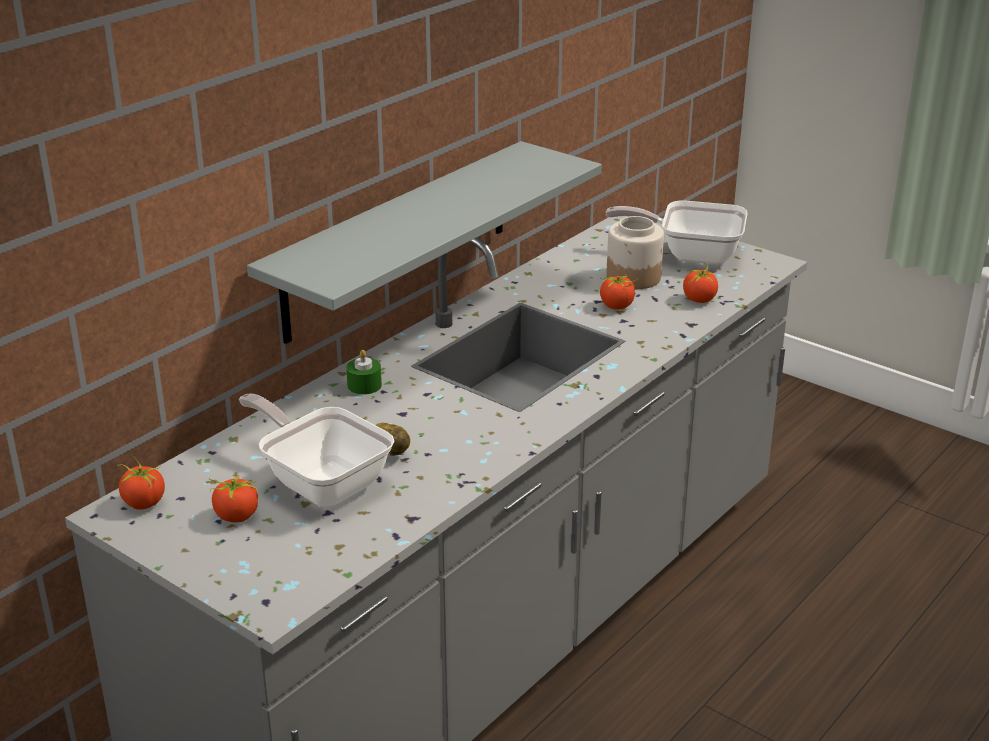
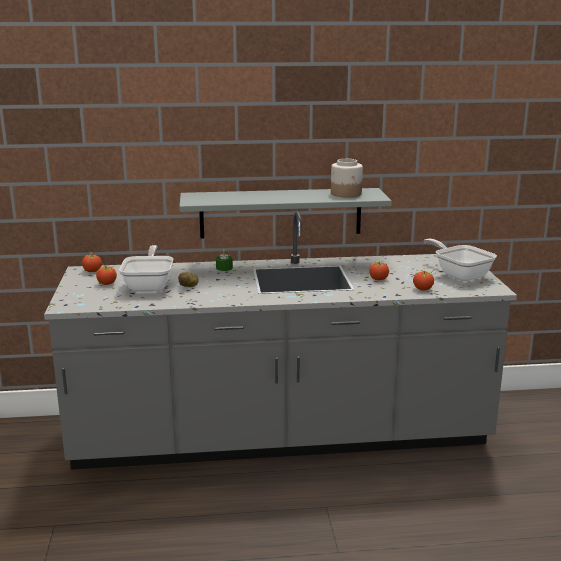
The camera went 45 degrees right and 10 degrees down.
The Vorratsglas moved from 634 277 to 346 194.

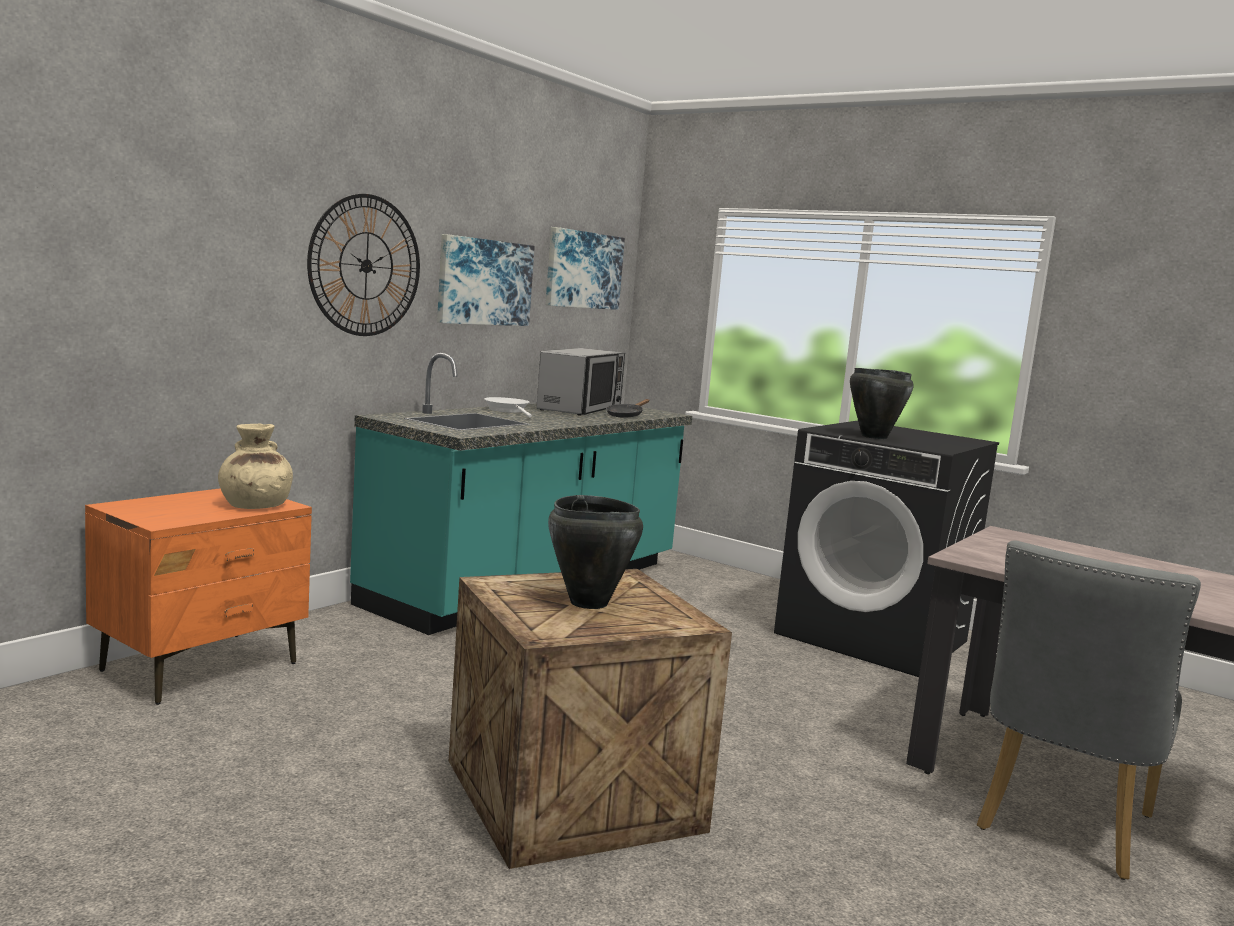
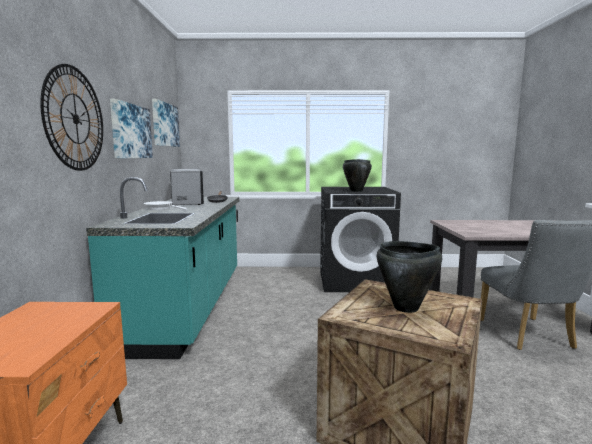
The camera went 35 degrees left and 0 degrees up.
The Vase (beige) at 255 506 disappeared.

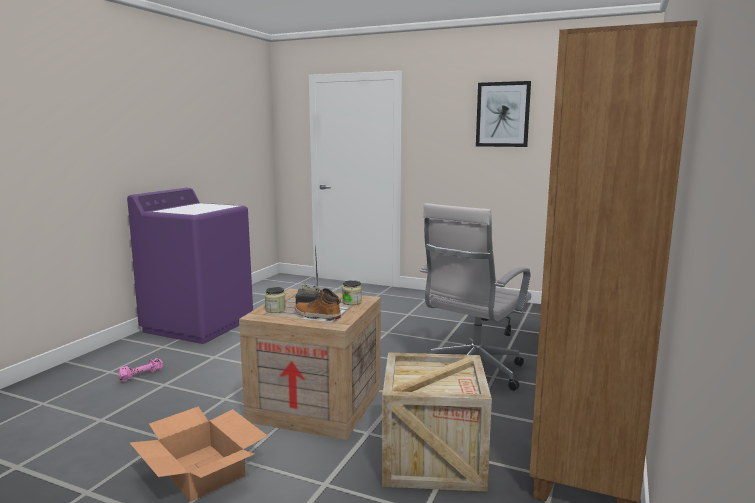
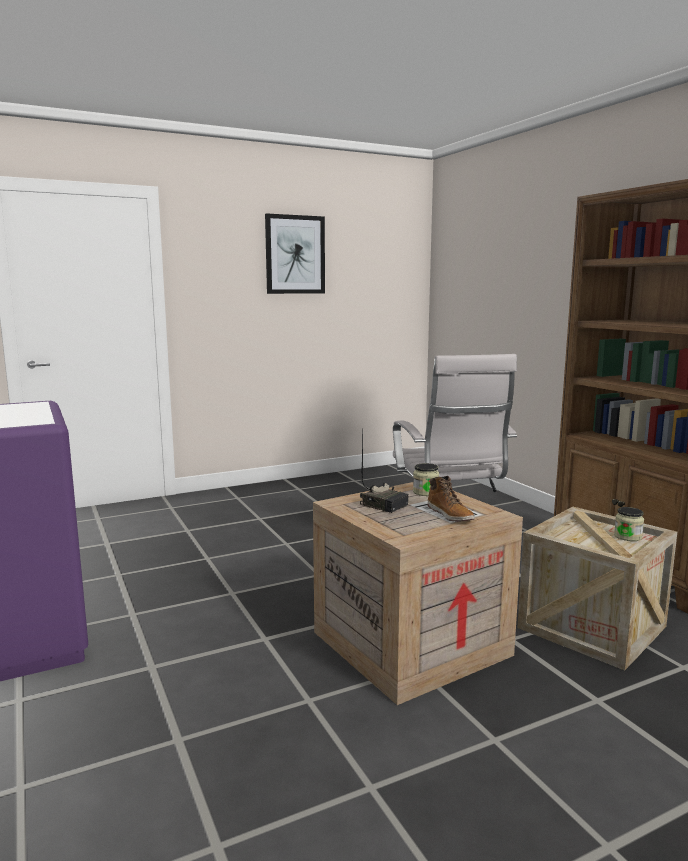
The camera went 50 degrees left and 0 degrees up.
The Stiefel at 317 315 turned 90 degrees counterclockwise.
The Vorratsglas moved from 275 310 to 627 536.
The Hantel (rosa) at 141 375 disappeared.
The Karton at 202 471 disappeared.

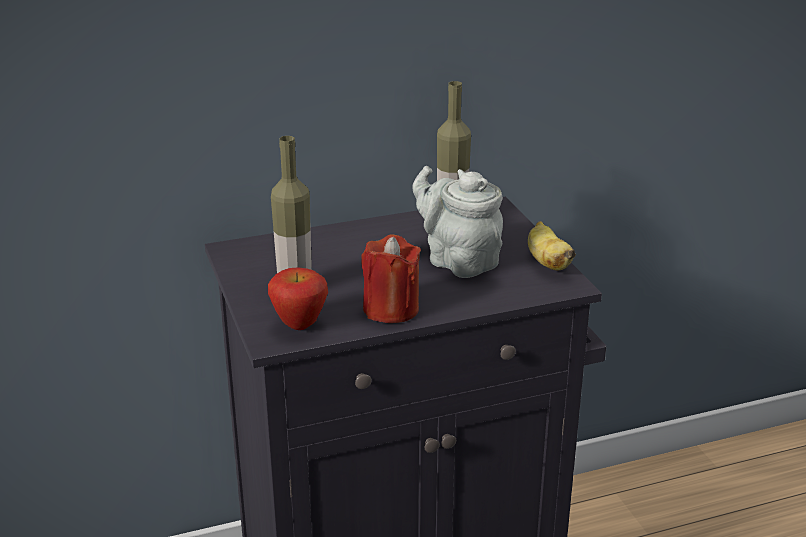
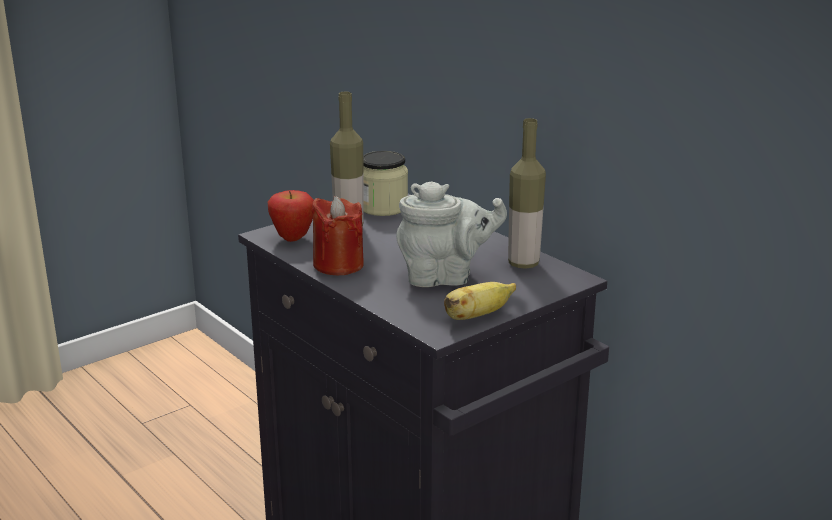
The camera went 70 degrees right and 5 degrees down.
The Vorratsglas at 383 207 appeared.
The Teekanne (grau) at 458 261 turned 60 degrees clockwise.

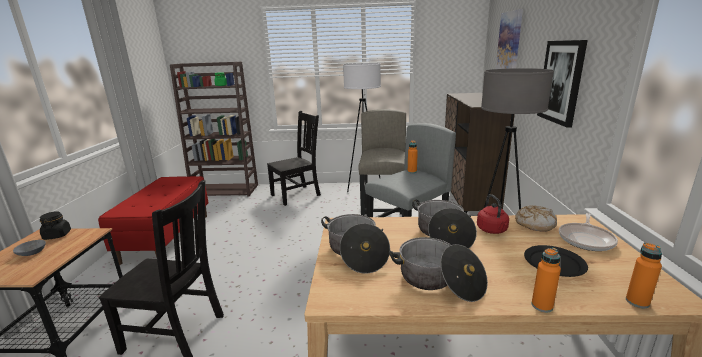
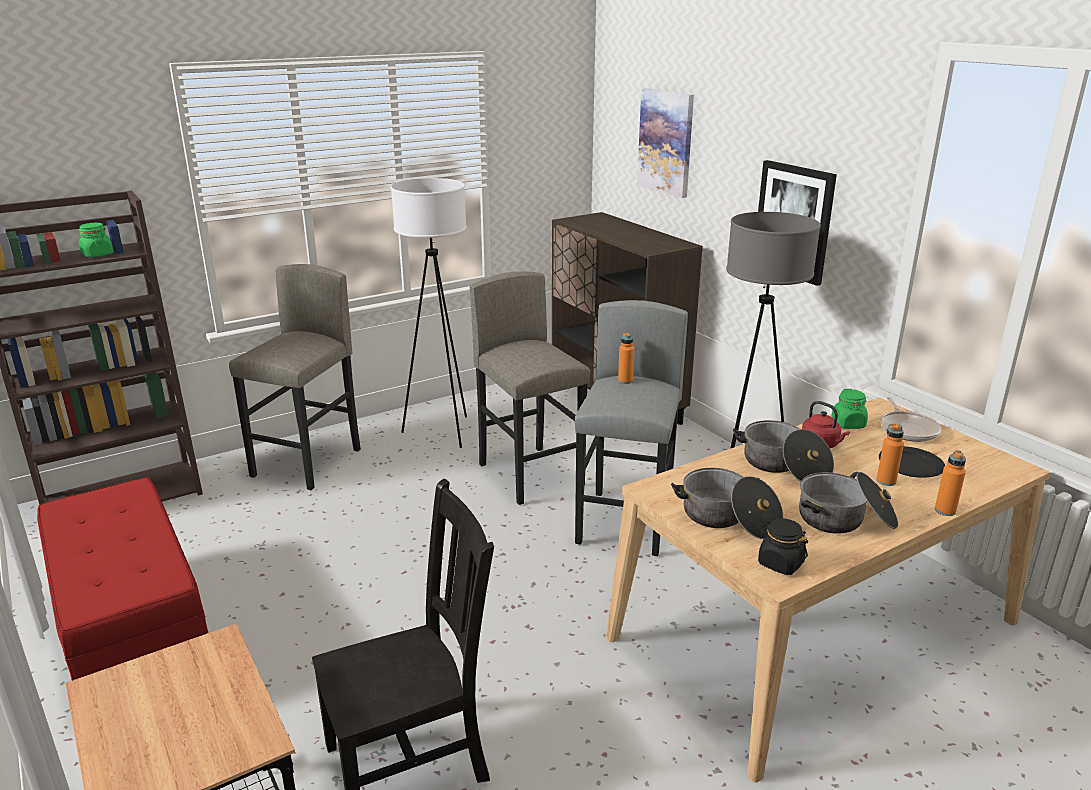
The camera went 35 degrees left and 5 degrees up.
The Stuhl (schwarz) at 297 194 was replaced by the Hocker (grau) at 308 463.
The Vorratsglas (schwarz) moved from 57 235 to 780 563.
The Brot at 534 224 was replaced by the Vorratsglas (grün) at 848 424.
The Flasche (orange) moved from 637 302 to 886 481.
The Schüssel (grau) at 31 253 disappeared.

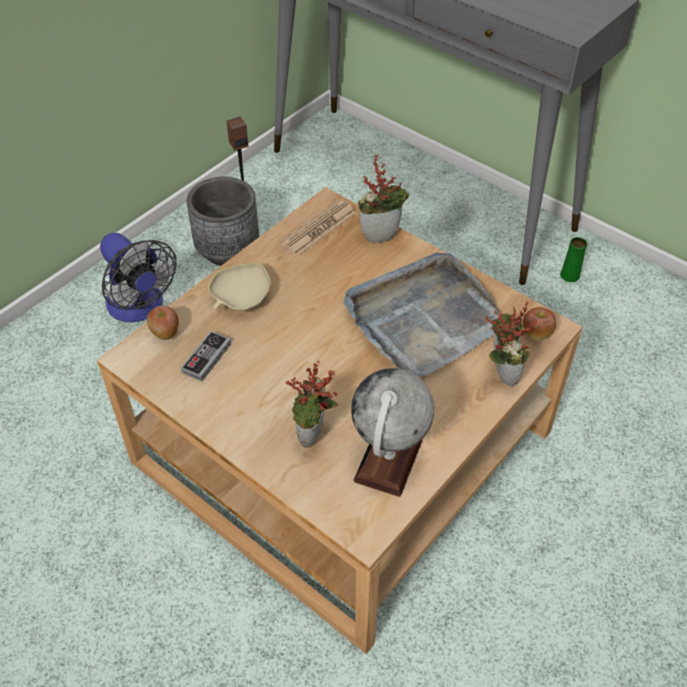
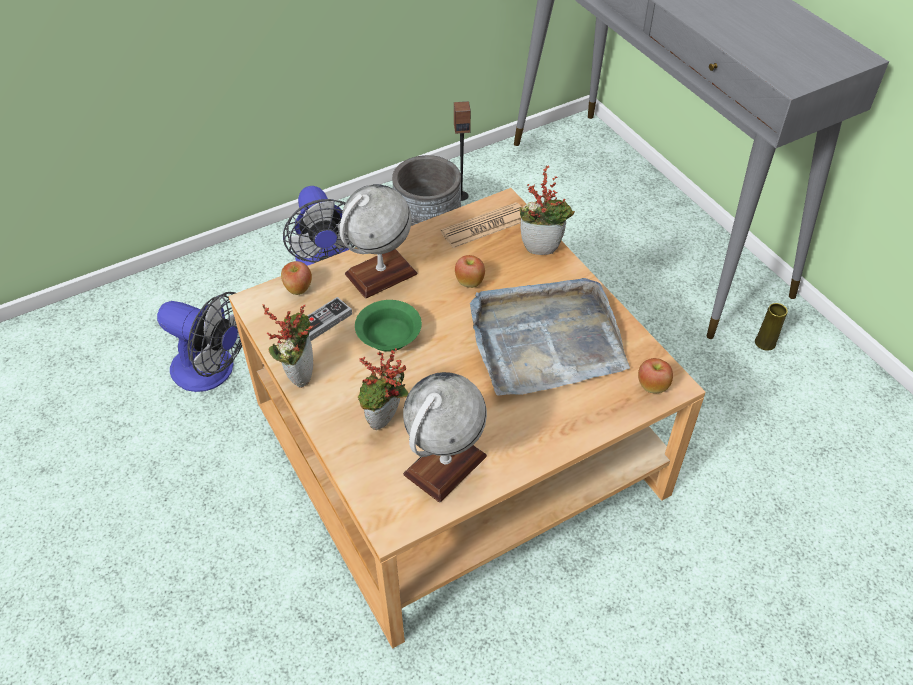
The camera went 20 degrees right and 0 degrees up.
The Ventilator at 212 371 appeared.
The Topfpflanze moved from 500 374 to 298 373.
The Schüssel (beige) at 241 298 was replaced by the Globus at 381 274.
The Schüssel (grün) at 388 337 appeared.
The Apfel at 469 282 appeared.
The Vase (grün) at 569 275 became the Vase (gelb) at 765 342.

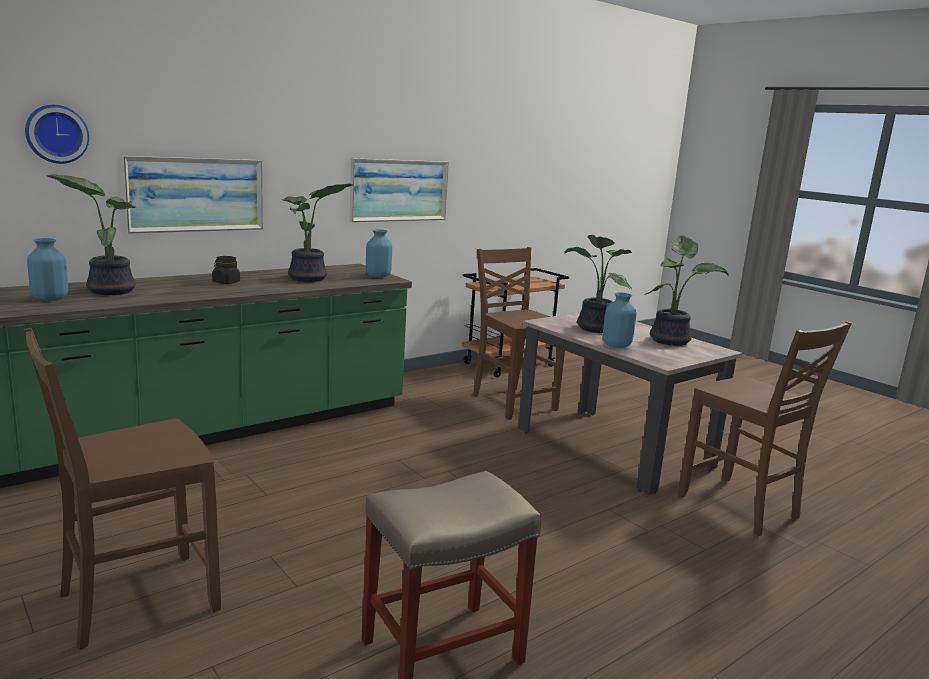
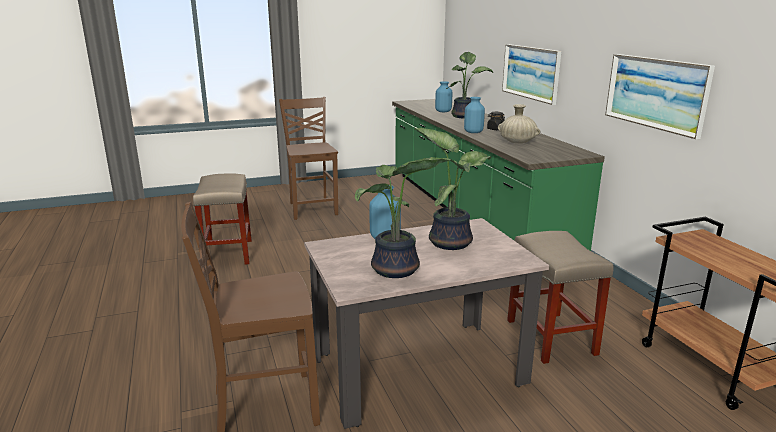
The camera went 110 degrees right and 5 degrees up.
The Vase (blau) moved from 378 276 to 473 132.
The Topfpflanze at 309 279 was replaced by the Vase (beige) at 517 142.
The Stuhl (braun) at 512 402 was replaced by the Hocker (beige) at 552 337.
The Wanduhr at 56 134 disappeared.

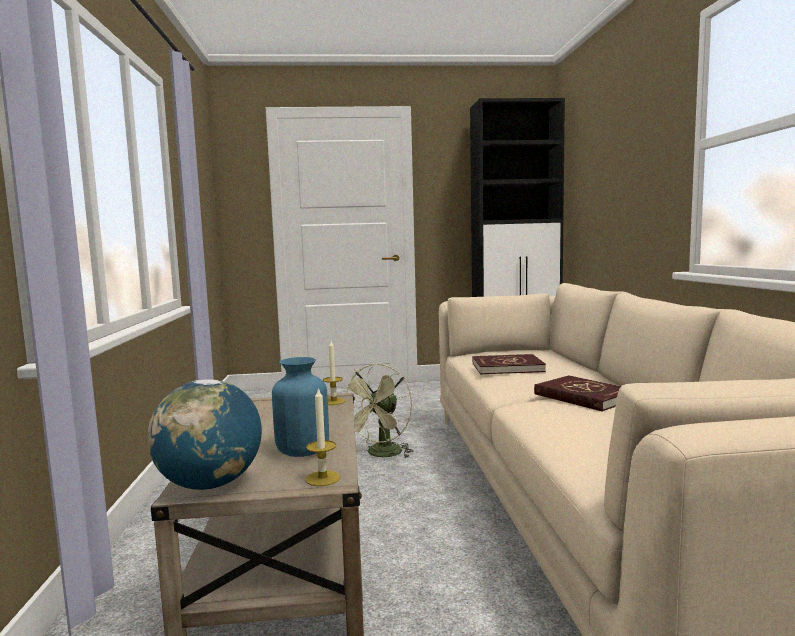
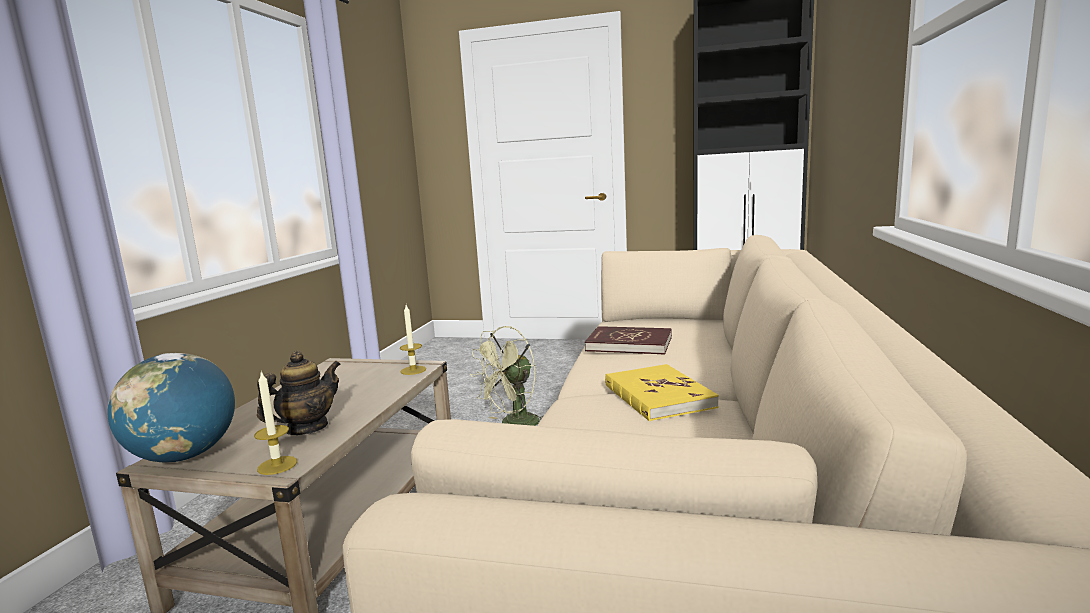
The camera went 20 degrees right and 5 degrees up.
The Vase (blau) at 302 450 was replaced by the Teekanne at 307 428.
The Buch (rot) at 583 397 became the Buch (gelb) at 657 396.

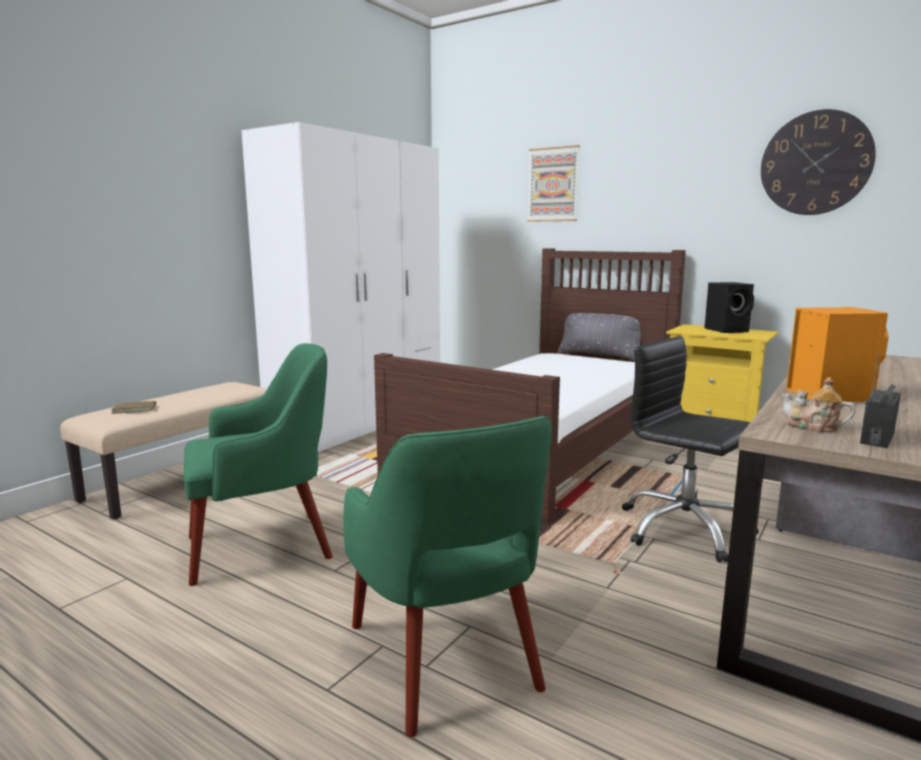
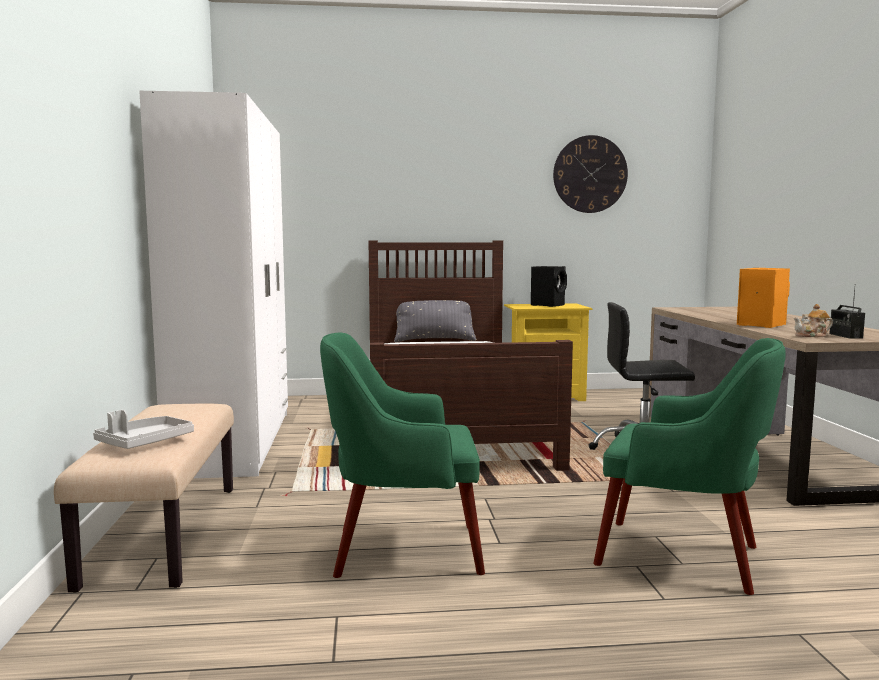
The camera went 40 degrees left and 5 degrees down.
The Buch (braun) at 135 409 was replaced by the Tablett (grau) at 144 443.
The Sessel (grün) at 264 546 turned 120 degrees counterclockwise.
The Bild at 553 184 disappeared.

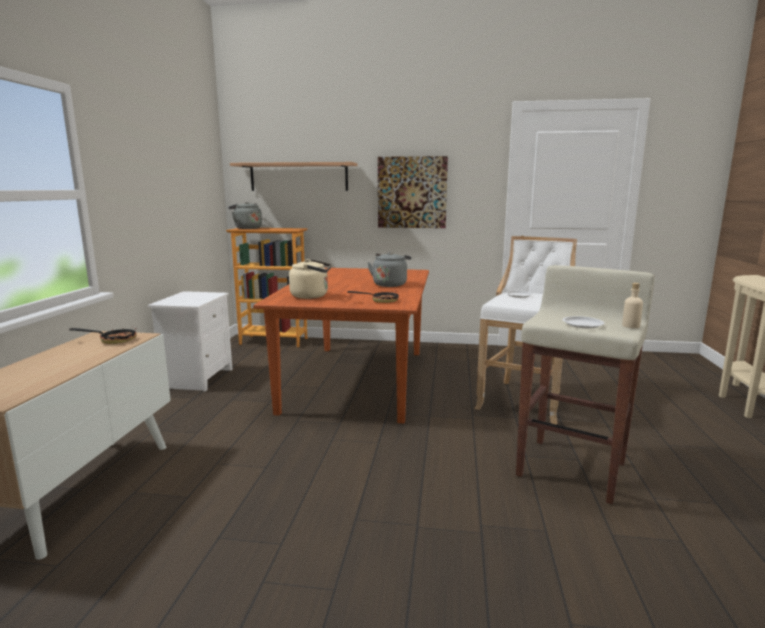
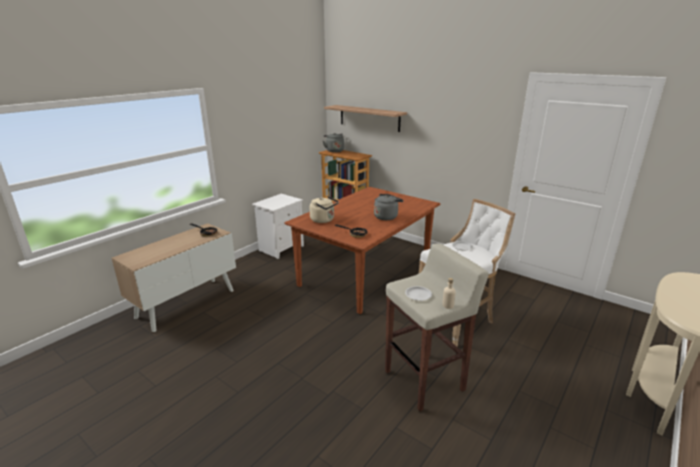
The camera went 30 degrees right and 10 degrees up.
The Bild at 412 192 disappeared.

